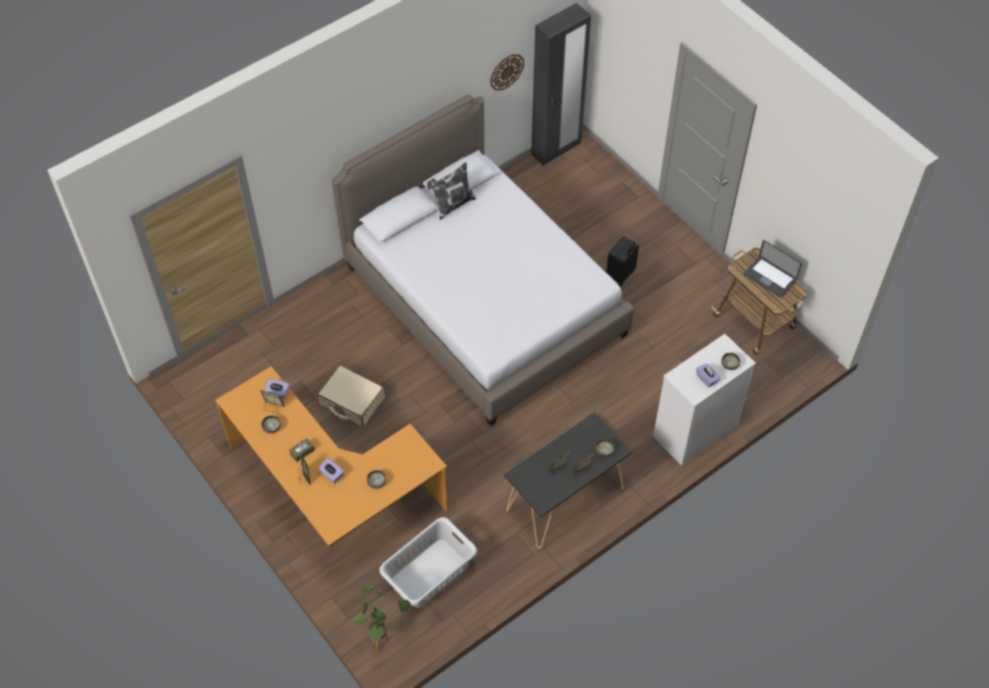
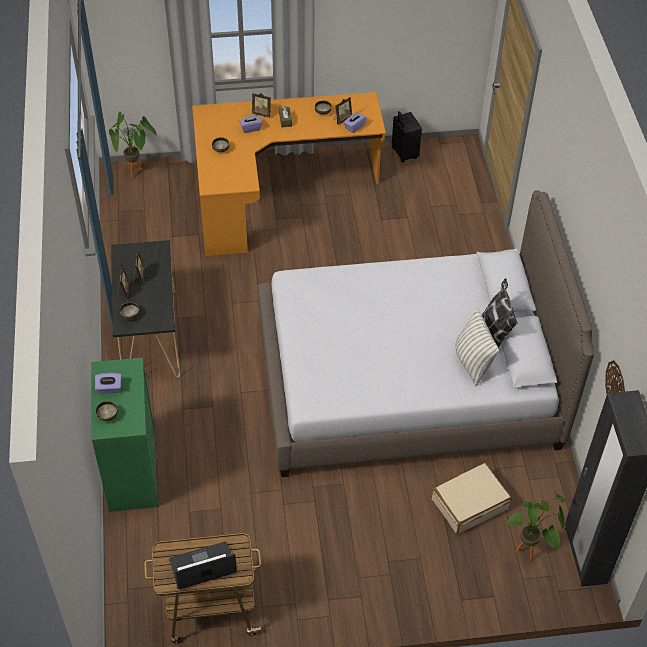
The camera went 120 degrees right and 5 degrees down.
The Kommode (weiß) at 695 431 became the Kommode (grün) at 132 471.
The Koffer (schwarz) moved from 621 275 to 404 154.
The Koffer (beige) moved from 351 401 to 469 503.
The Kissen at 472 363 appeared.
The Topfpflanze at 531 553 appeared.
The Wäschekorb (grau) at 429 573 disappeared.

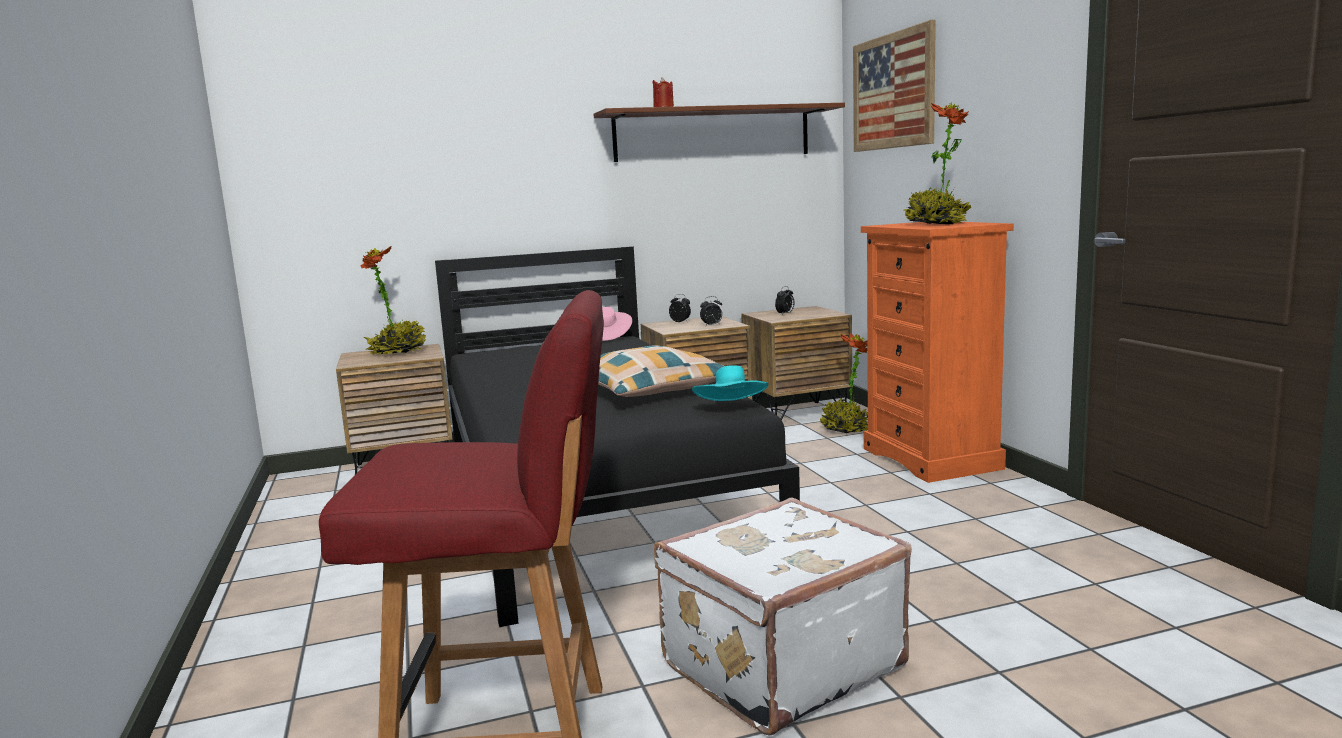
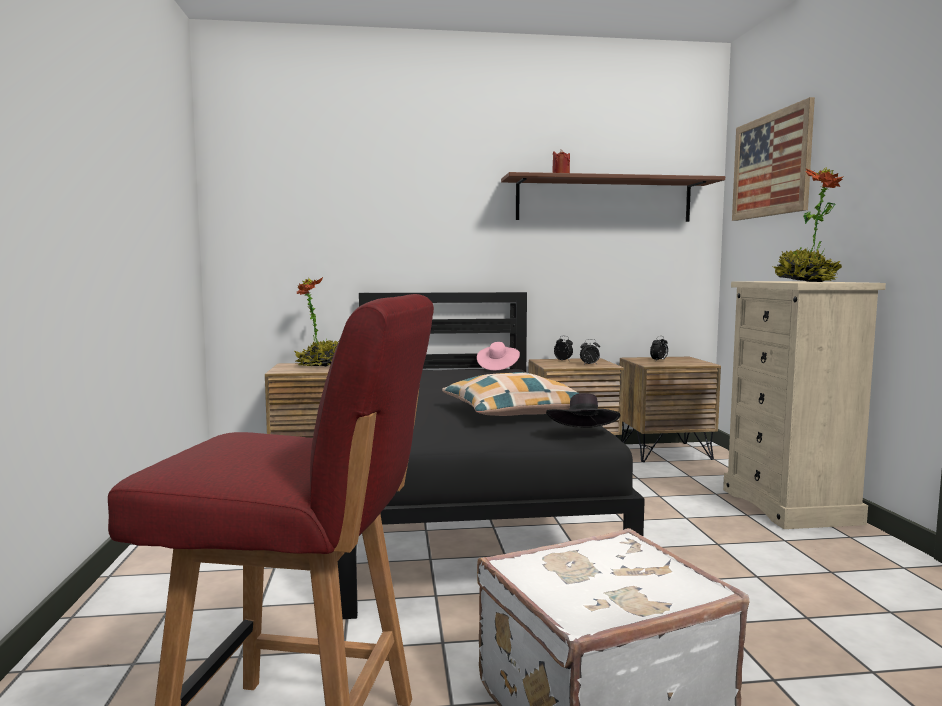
The camera went 10 degrees right and 5 degrees down.
The Hut (türkis) at 732 408 became the Hut (schwarz) at 583 435.
The Kommode (orange) at 931 459 became the Kommode (beige) at 790 506.
The Topfpflanze at 846 429 disappeared.

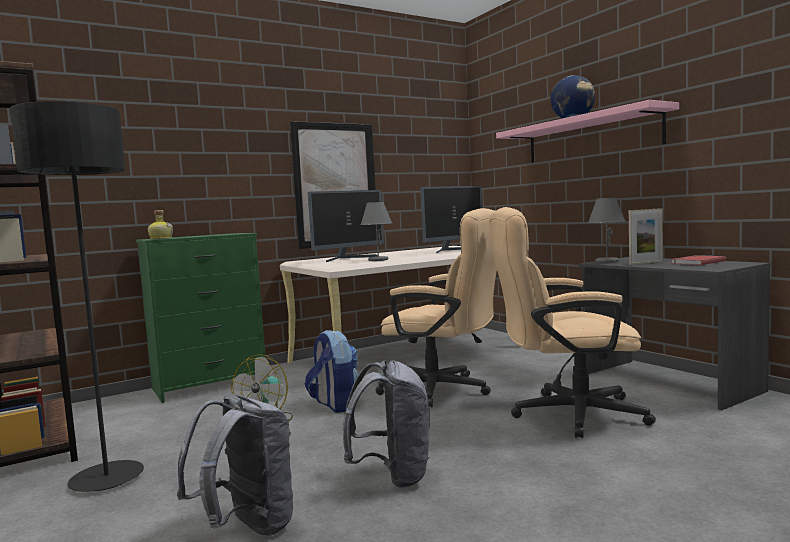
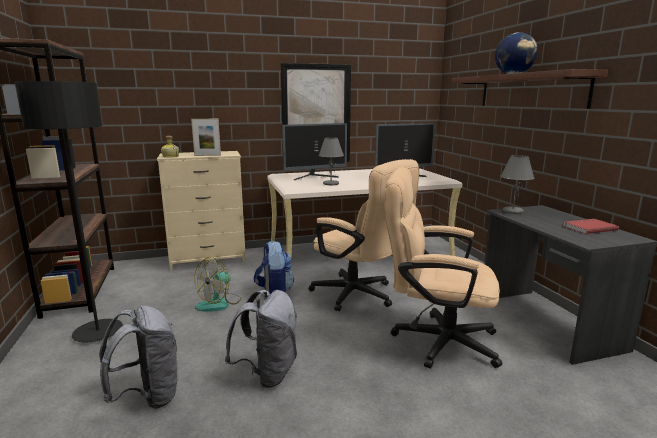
The camera went 15 degrees right and 10 degrees up.
The Kommode (grün) at 210 385 became the Kommode (beige) at 208 259.
The Bilderrahmen moved from 646 263 to 207 155.
The Wandregal (rosa) at 590 137 became the Wandregal (braun) at 530 91.

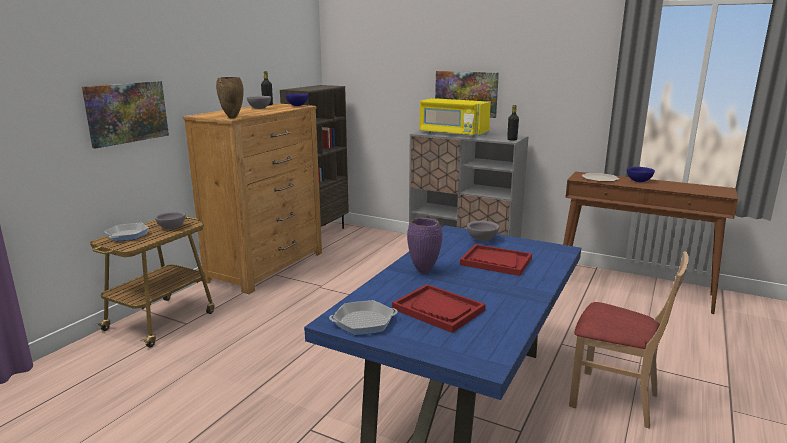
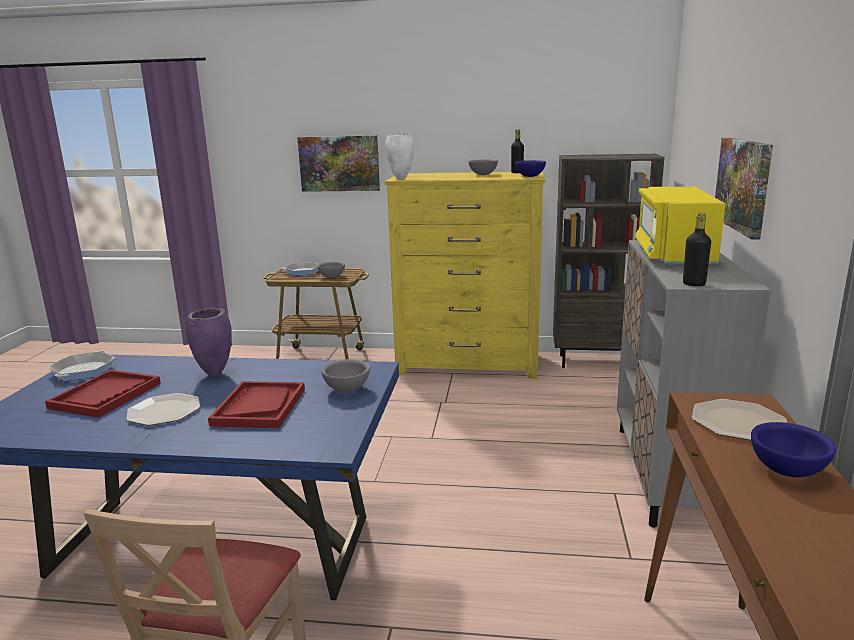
The camera went 70 degrees right and 0 degrees up.
The Pfanne at 364 322 turned 135 degrees counterclockwise.
The Teller at 163 411 appeared.
The Vase (braun) at 232 118 became the Vase (weiß) at 400 179.
The Kommode (braun) at 267 266 became the Kommode (gelb) at 468 364.

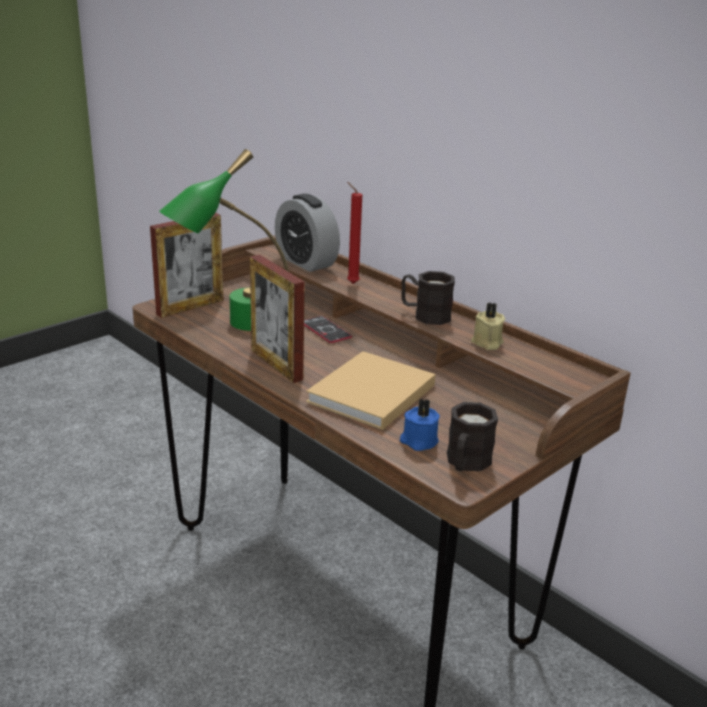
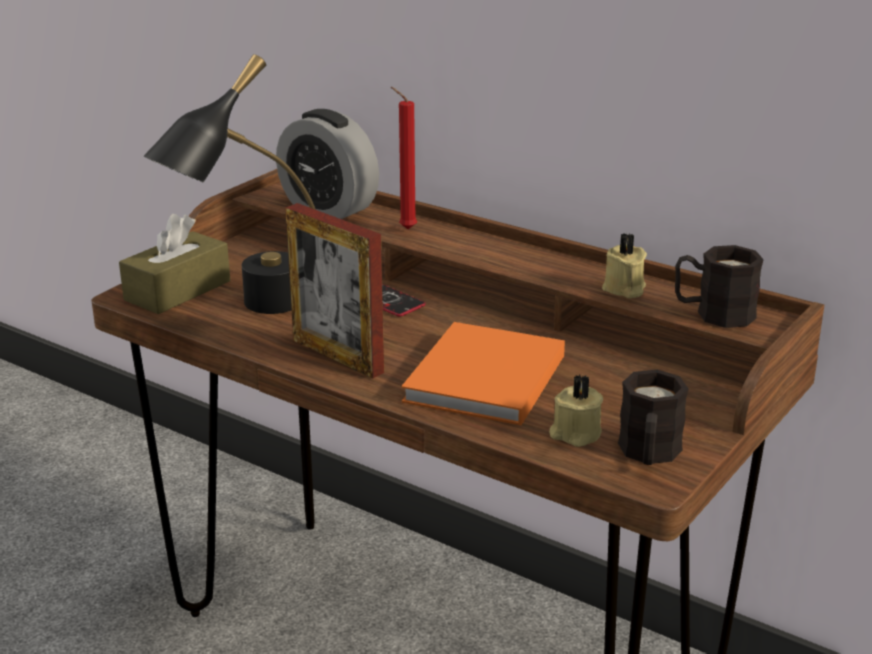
The camera went 10 degrees left and 0 degrees up.
The Bilderrahmen at 190 307 was replaced by the Taschentuchbox (braun) at 177 290.
The Tischlampe (grün) at 232 326 became the Tischlampe (schwarz) at 250 310.
The Buch (beige) at 369 395 became the Buch (orange) at 483 381.
The Kerze (blau) at 418 441 became the Kerze (beige) at 575 434.
The Henkelbecher (schwarz) moved from 425 315 to 713 313.

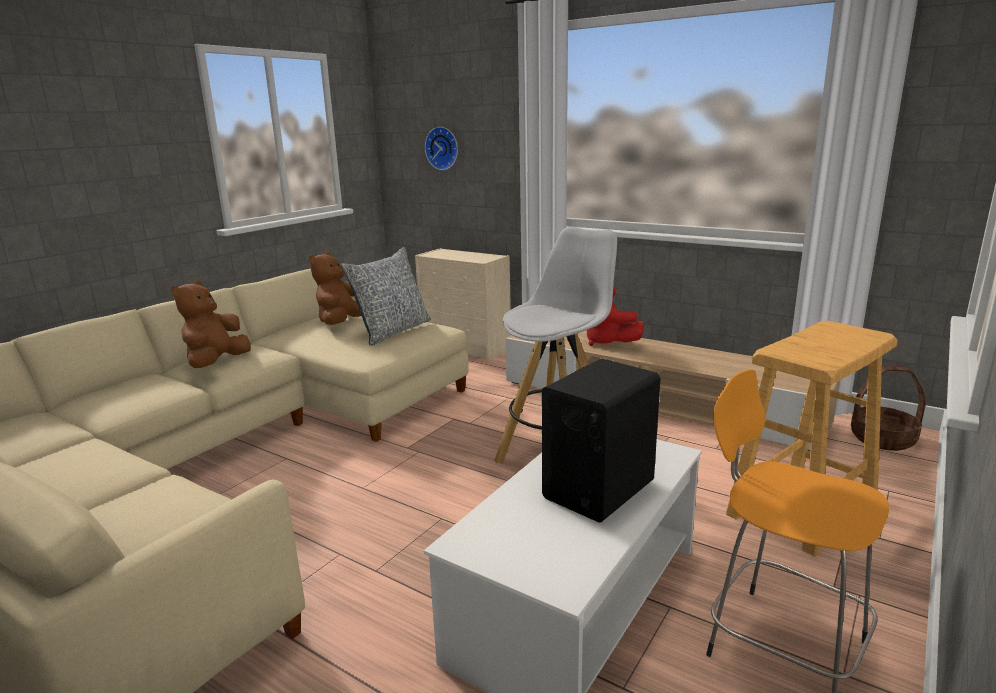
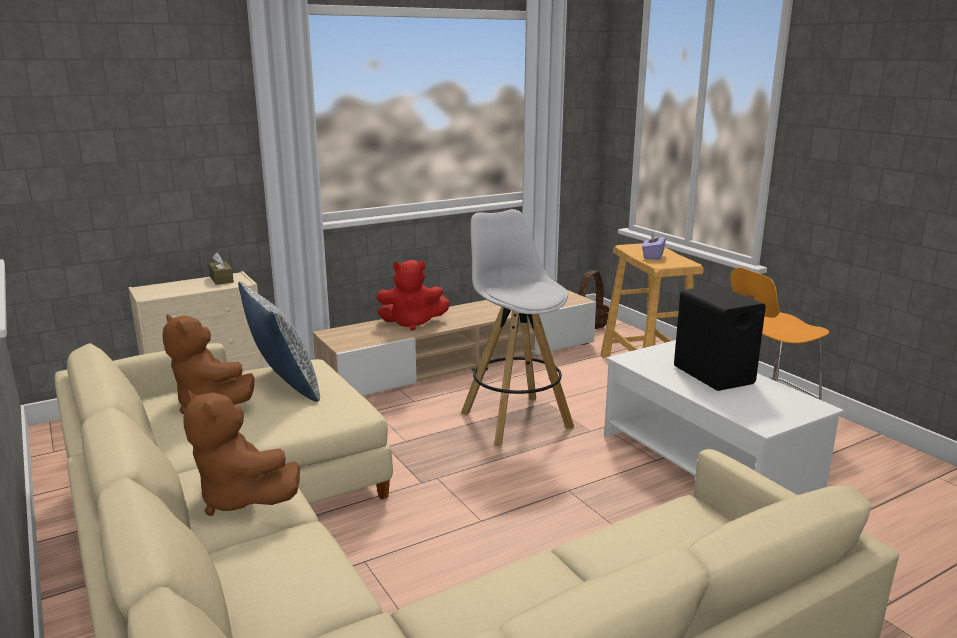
The camera went 65 degrees left and 0 degrees up.
The Taschentuchbox (braun) at 221 279 appeared.
The Taschentuchbox (lila) at 652 256 appeared.
The Wanduhr at 443 148 disappeared.

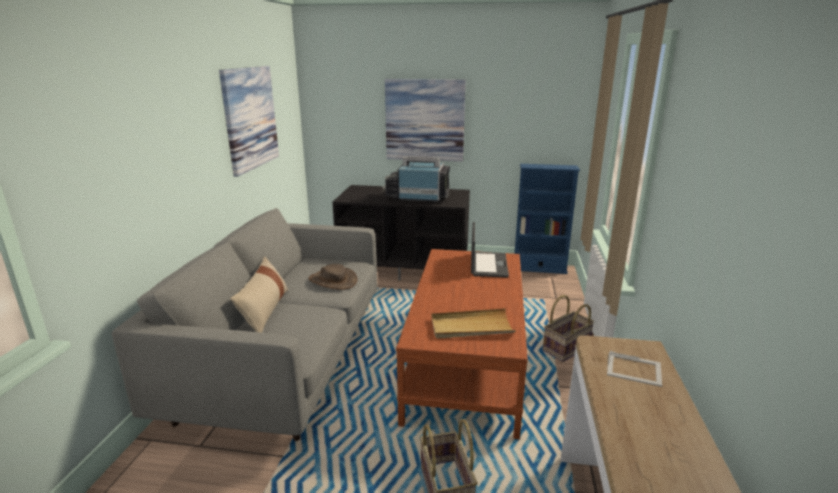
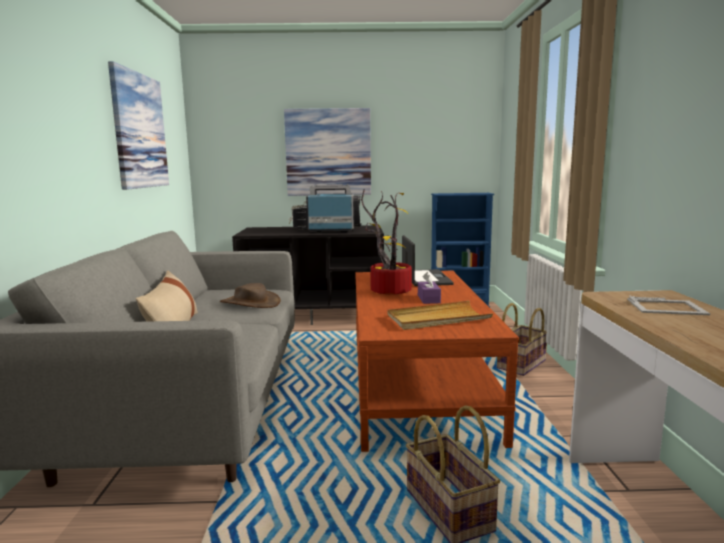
The camera went 10 degrees left and 10 degrees down.
The Topfpflanze at 387 291 appeared.
The Taschentuchbox (lila) at 428 299 appeared.

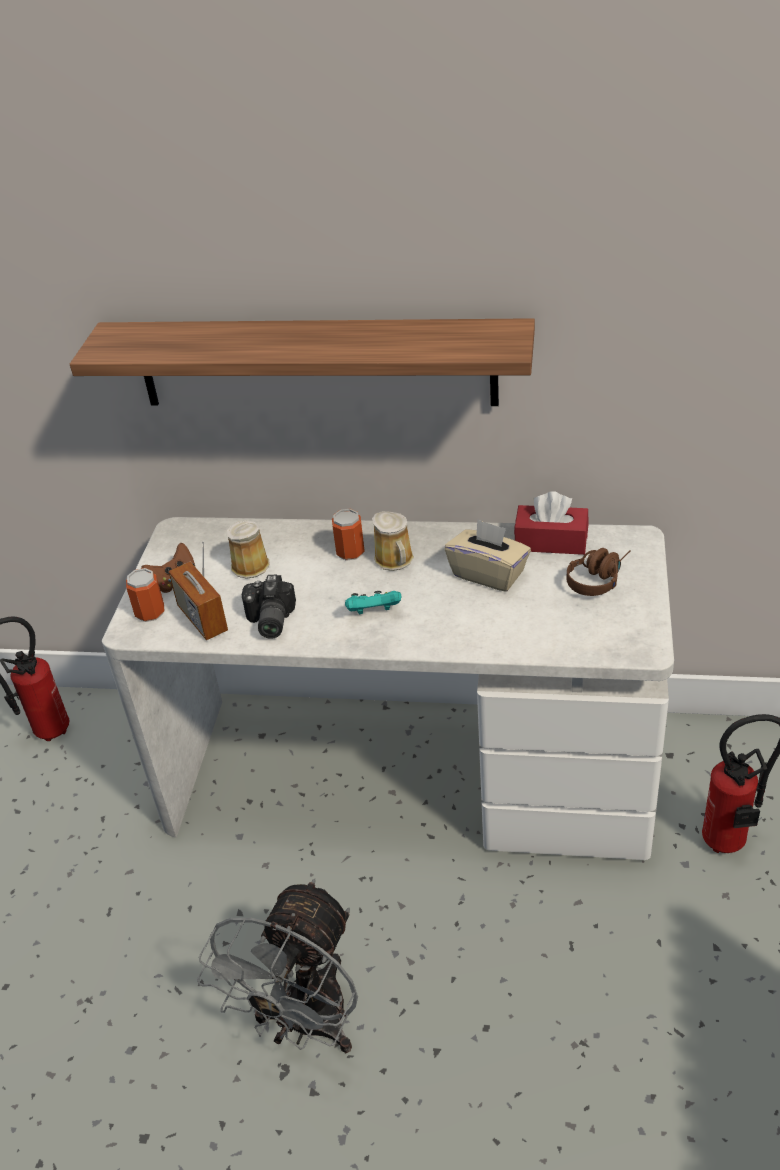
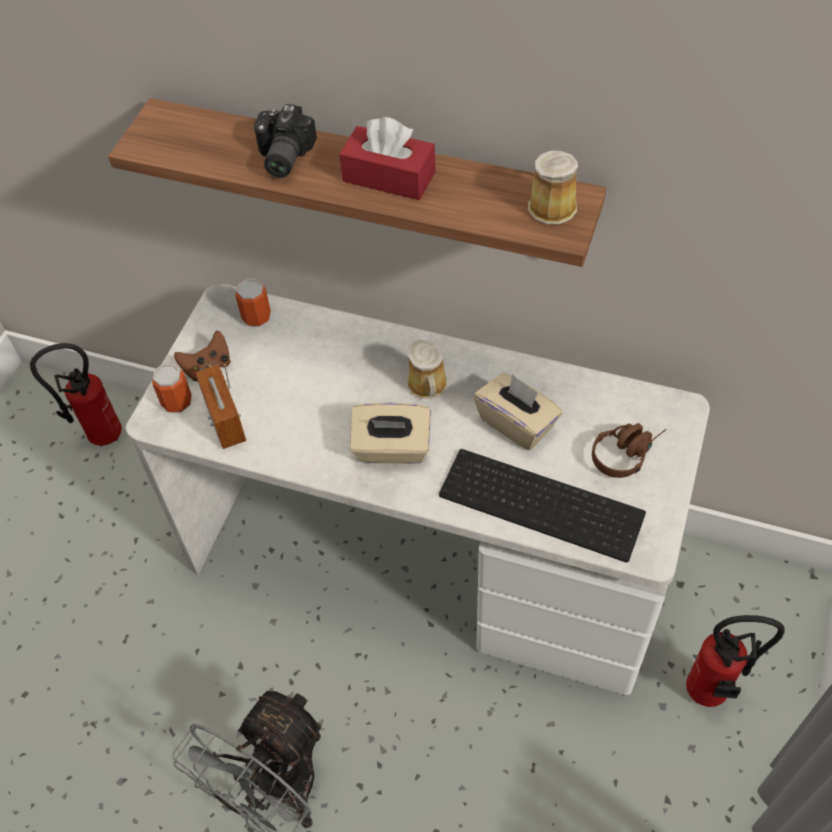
The camera went 10 degrees right and 15 degrees up.
The Dose moved from 350 552 to 256 317.
The Kamera moved from 268 621 to 281 157.
The Taschentuchbox (rot) moved from 551 541 to 389 177.
The Gamepad (türkis) at 374 613 was replaced by the Taschentuchbox (beige) at 392 449.
The Tastatur at 544 502 appeared.
The Henkelbecher moved from 251 565 to 553 206.

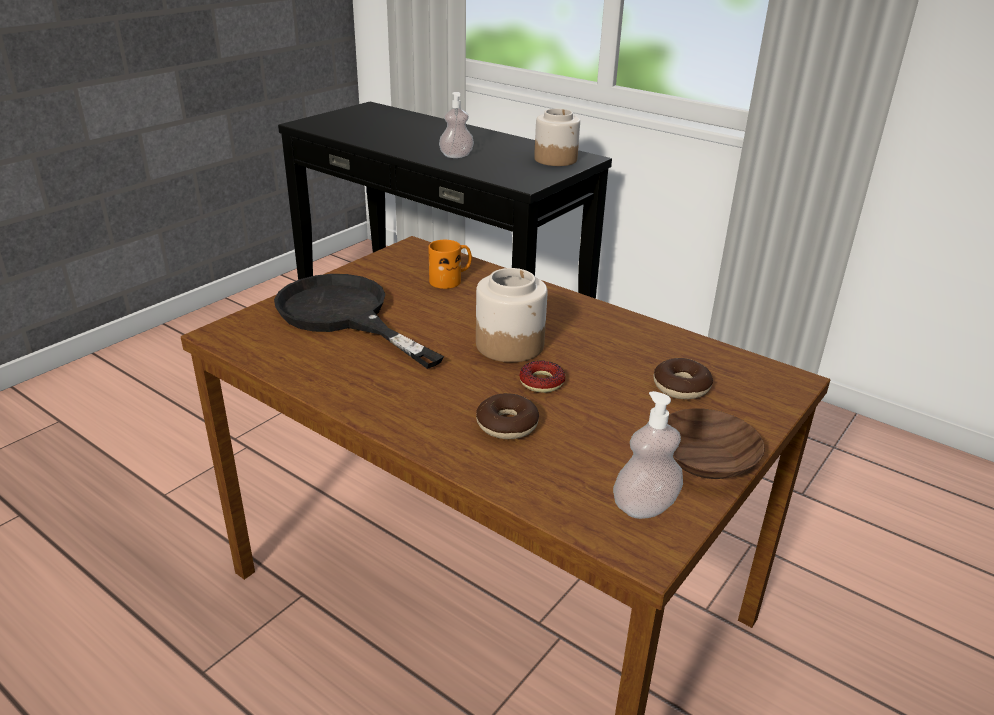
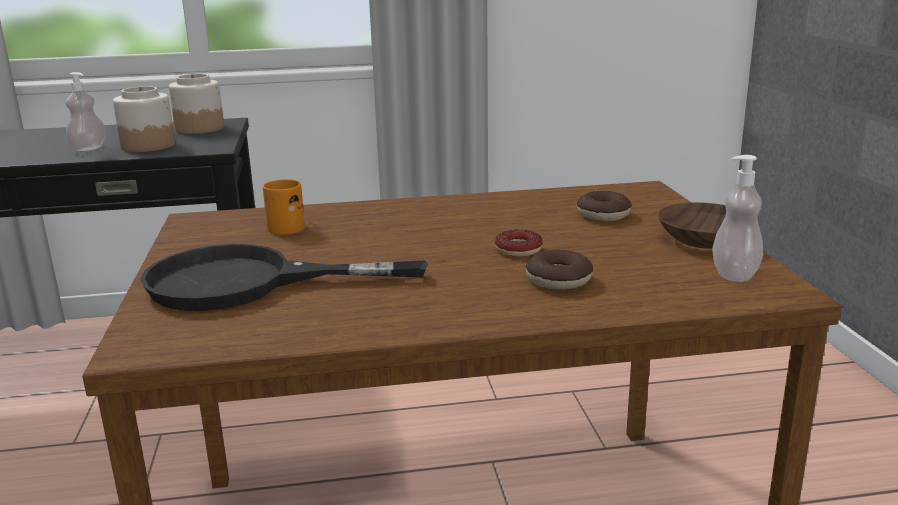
The camera went 45 degrees left and 10 degrees down.
The Vorratsglas moved from 510 344 to 148 146.

